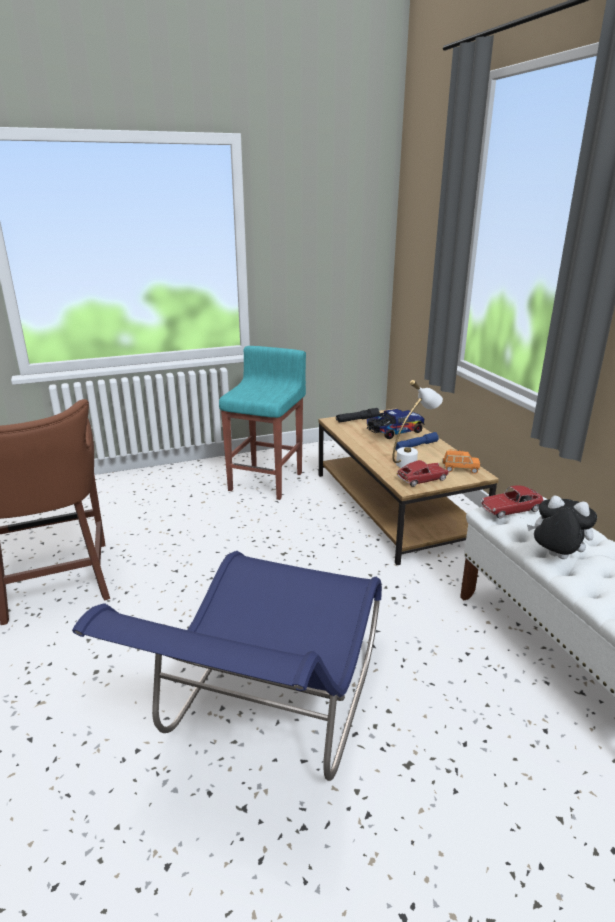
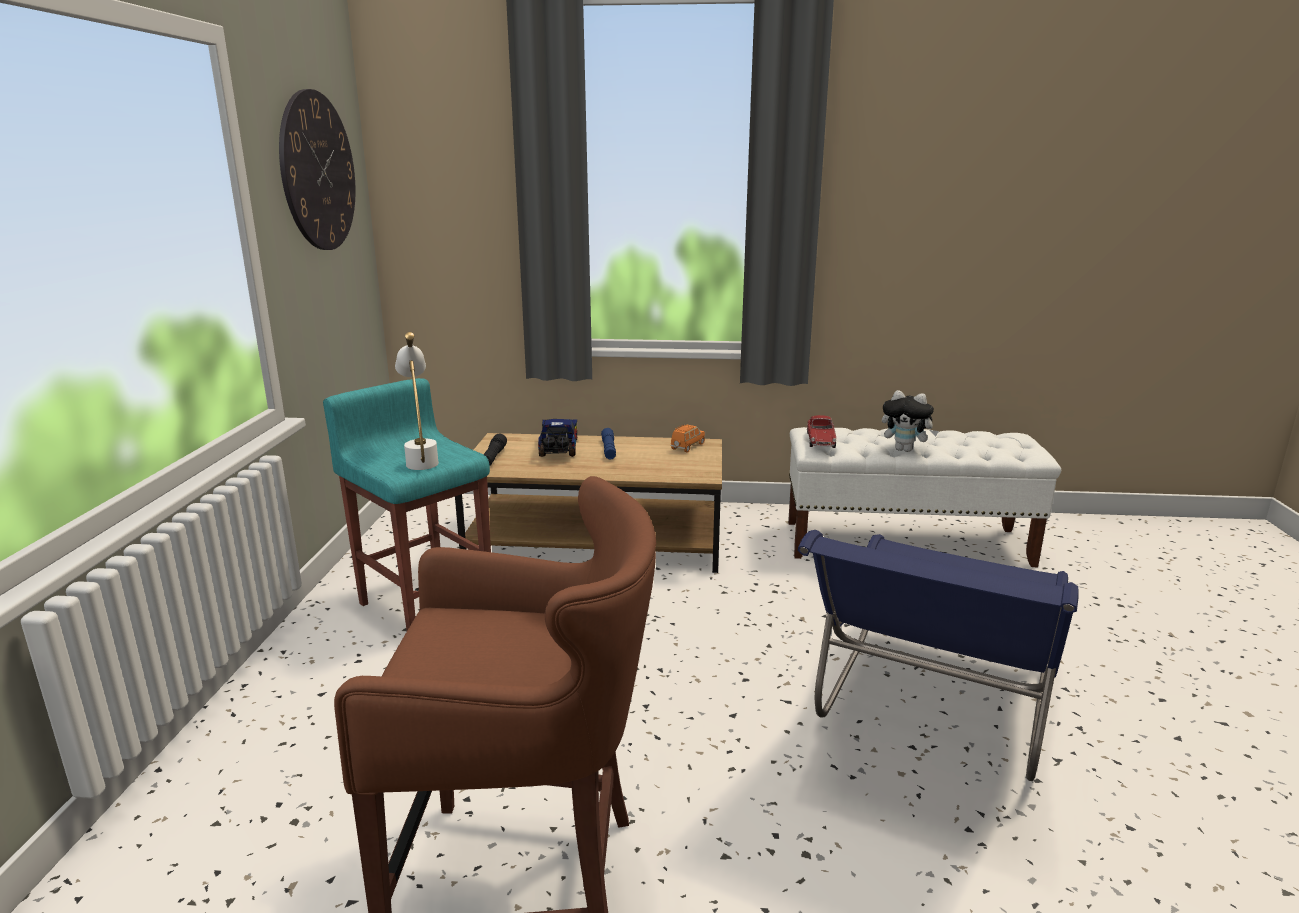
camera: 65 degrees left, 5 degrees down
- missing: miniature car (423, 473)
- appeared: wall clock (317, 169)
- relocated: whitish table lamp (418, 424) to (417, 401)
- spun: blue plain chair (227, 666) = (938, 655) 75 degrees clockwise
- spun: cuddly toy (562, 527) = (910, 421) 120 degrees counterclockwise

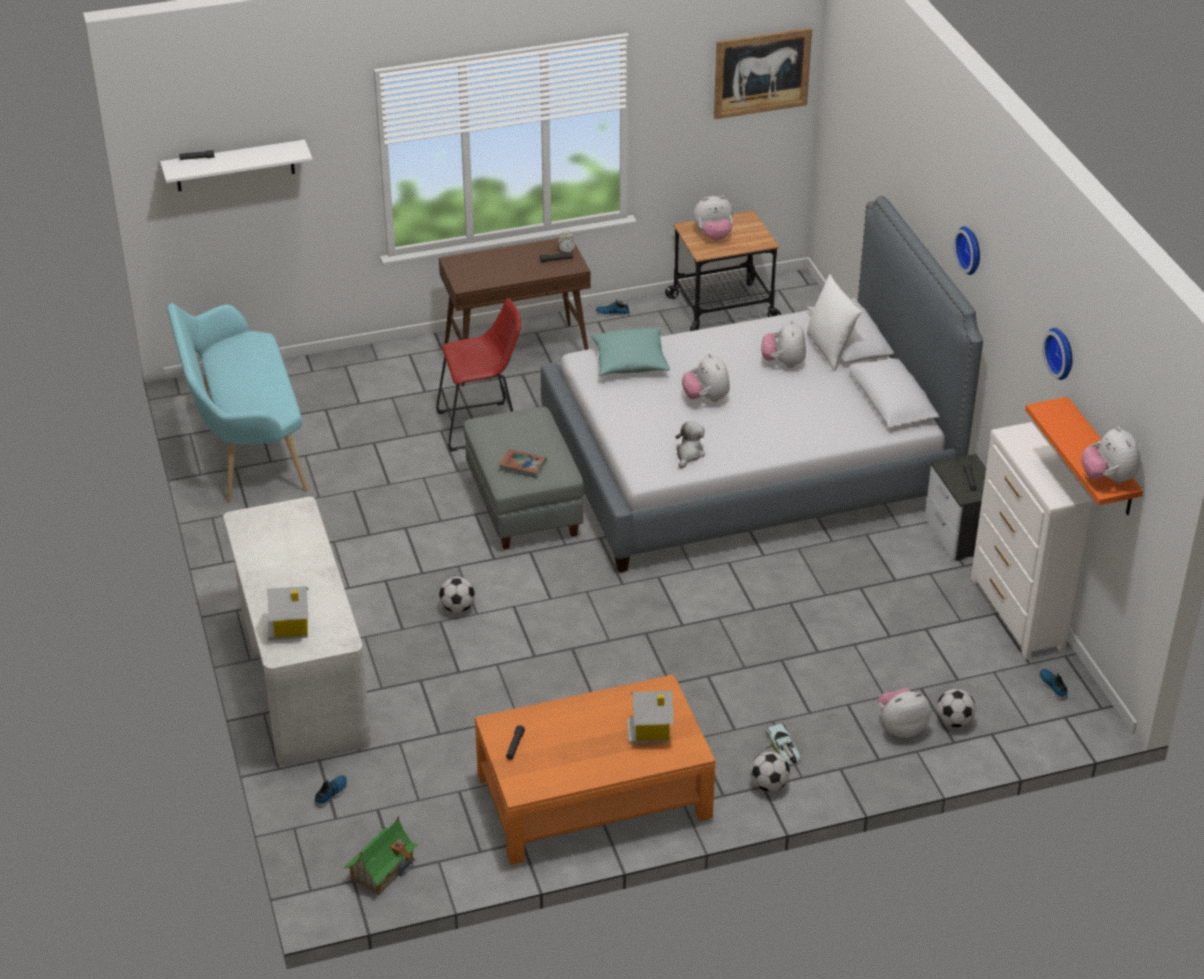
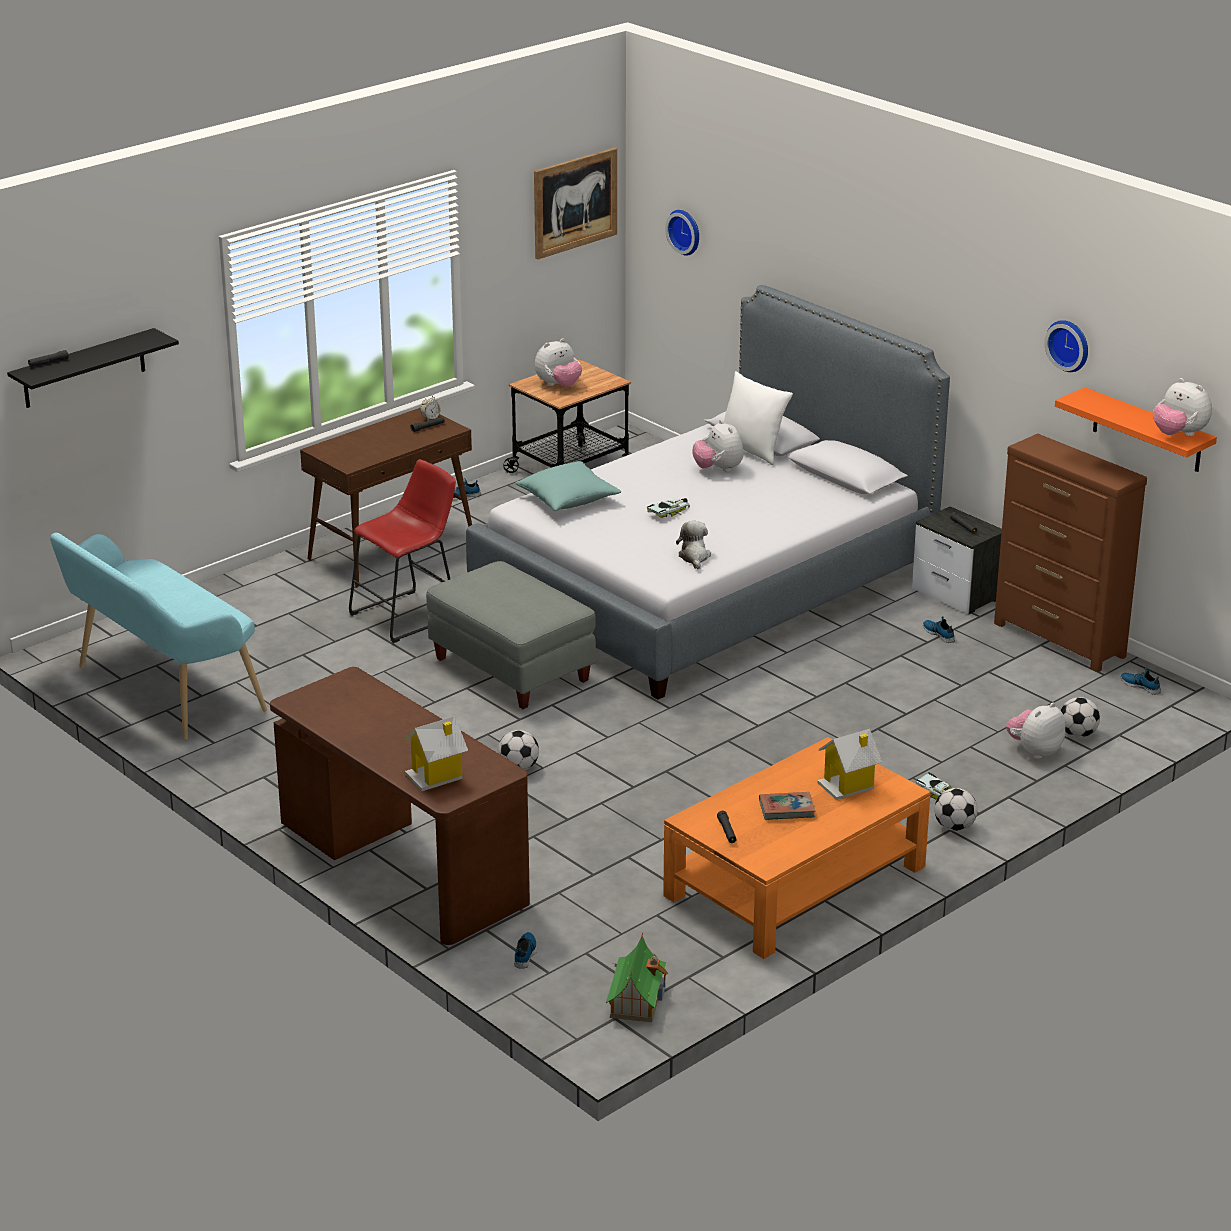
camera: 25 degrees left, 10 degrees down
- appeared: low shoe (939, 629)
- relocated: volume (523, 463) to (787, 806)
- relocated: wall clock (967, 250) to (682, 233)
- exchanged: cuddly toy (706, 377) to miniature car (668, 508)
- colour: whitish bracket shelf (236, 165) to blackish bracket shelf (93, 368)
- colour: whitish desk table (297, 631) to brown-coloured desk table (400, 806)
- colour: whitish dresser (1032, 540) to brown-coloured dresser (1070, 553)

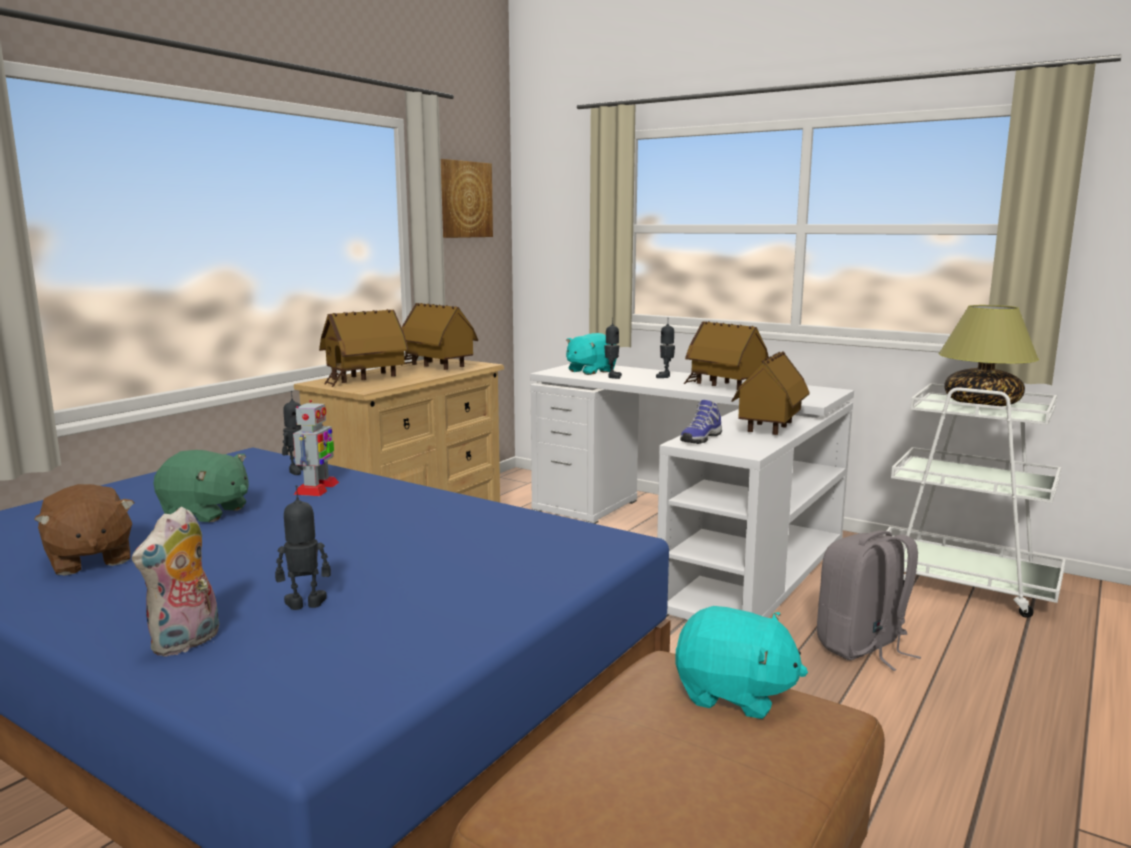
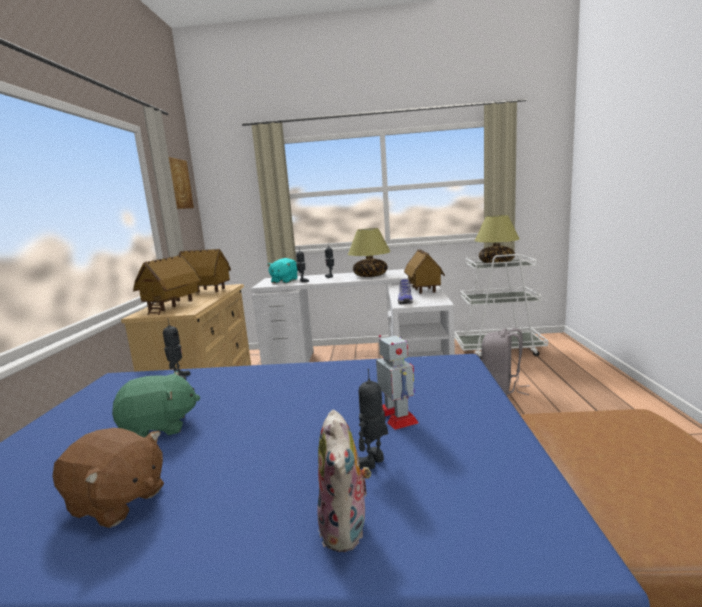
camera: 30 degrees left, 0 degrees up
- missing: blue-green cuddly toy (741, 662)
- relocated: model robot (316, 448) to (397, 382)
- exchanged: model house (726, 355) to table lamp (369, 252)

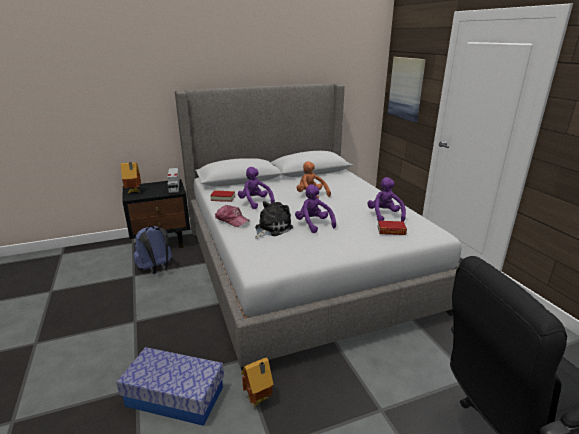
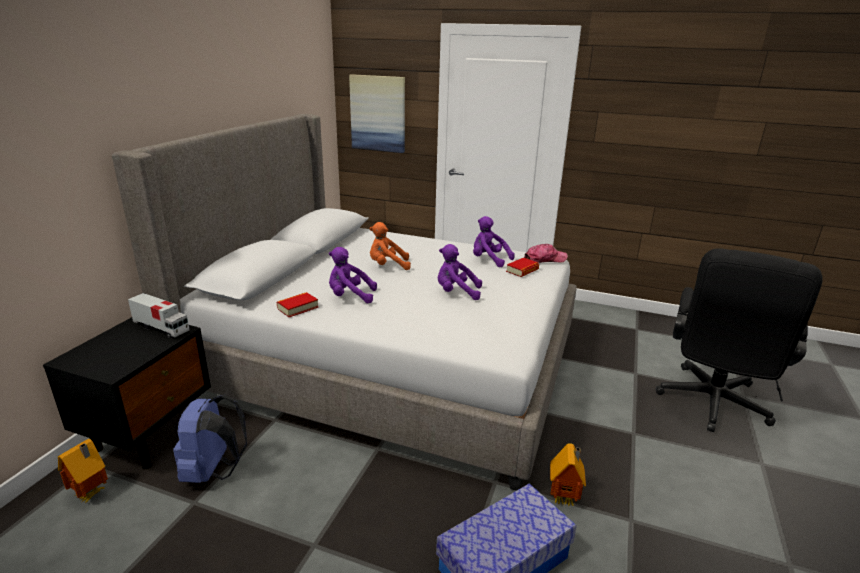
camera: 50 degrees left, 0 degrees up
- missing: cuddly toy (274, 220)
- relocated: model house (131, 177) to (83, 471)
- relocated: cap (232, 216) to (546, 253)

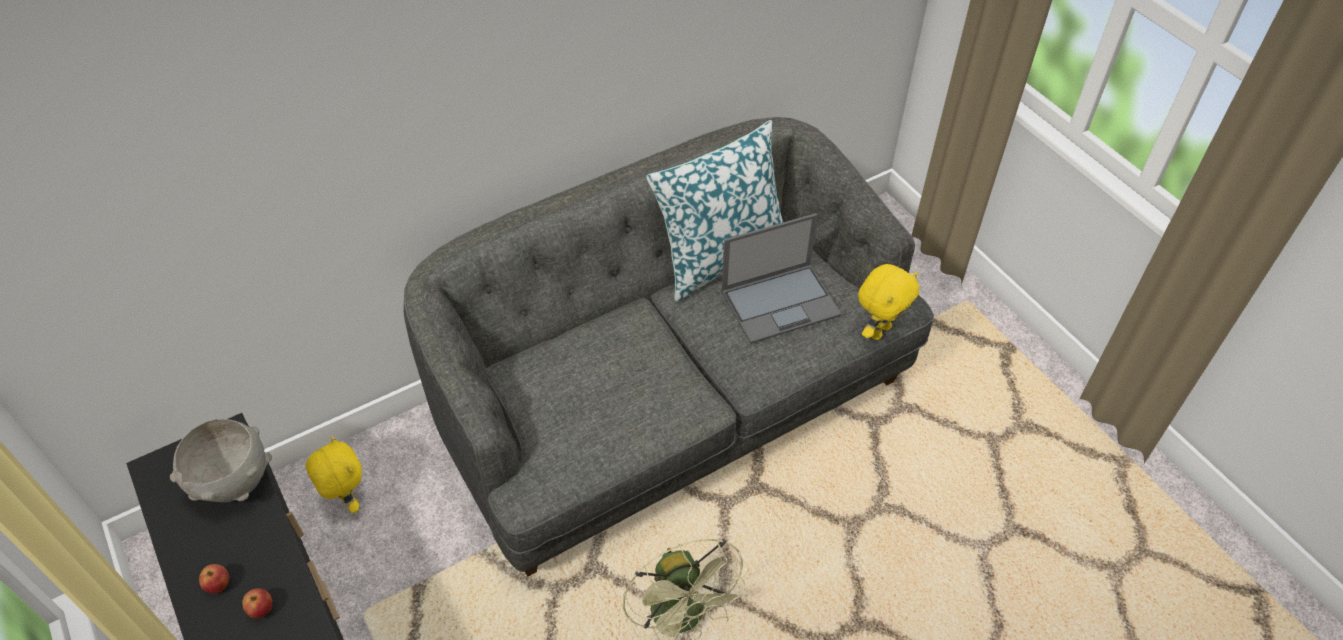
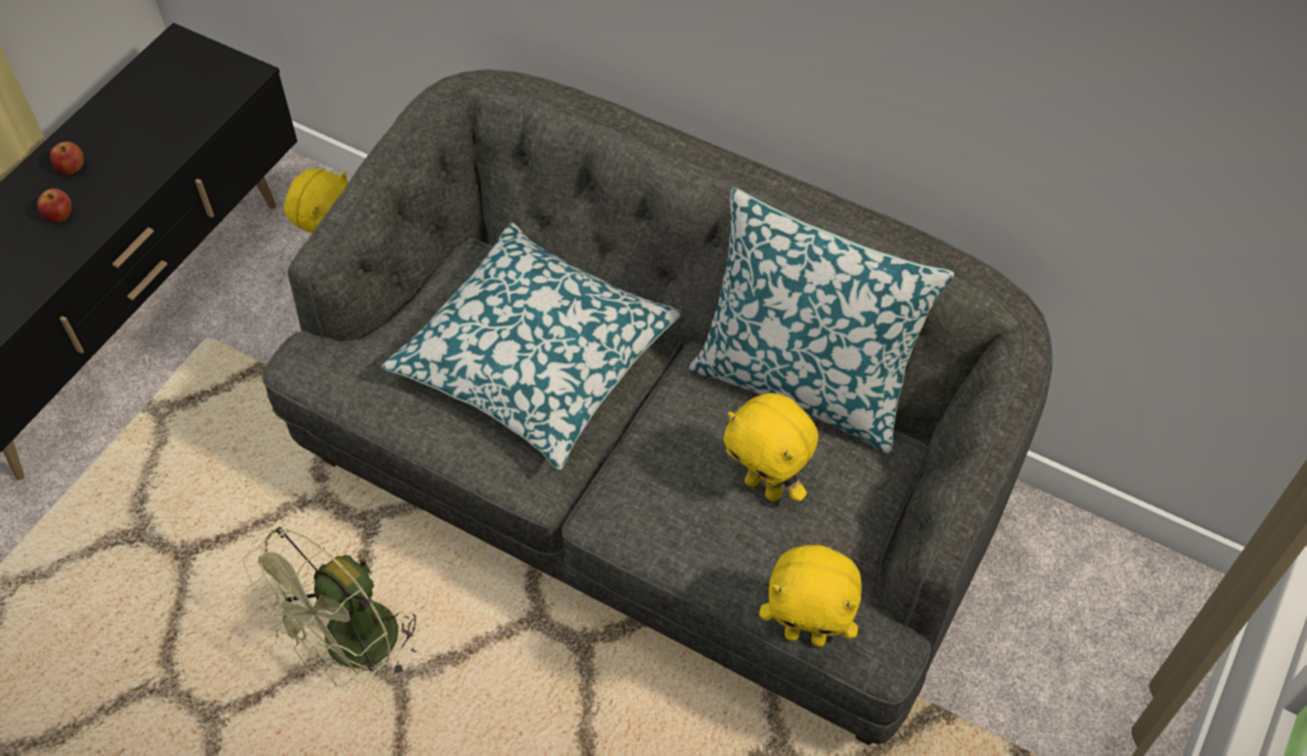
camera: 60 degrees right, 5 degrees up
- missing: greyish bowl (221, 460)
- appeared: pillow (531, 346)
- exchanged: notebook computer (781, 278) to yellowish cuddly toy (771, 447)

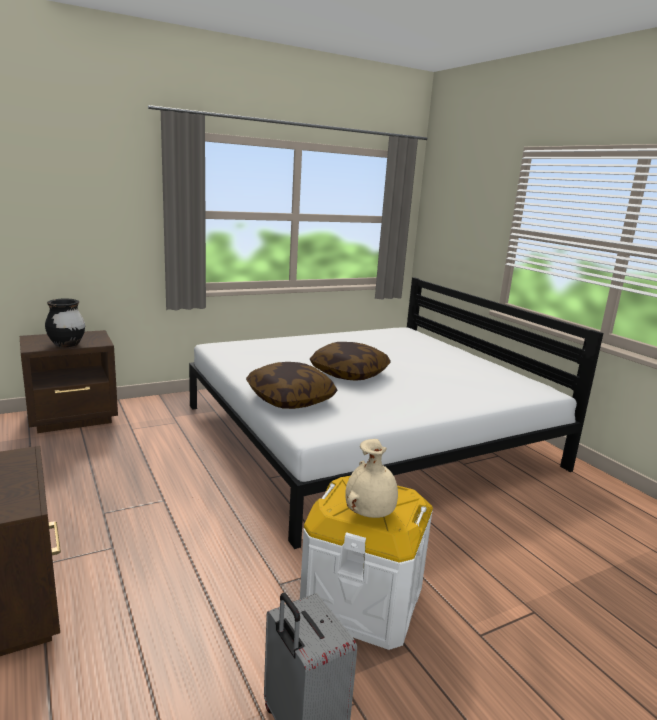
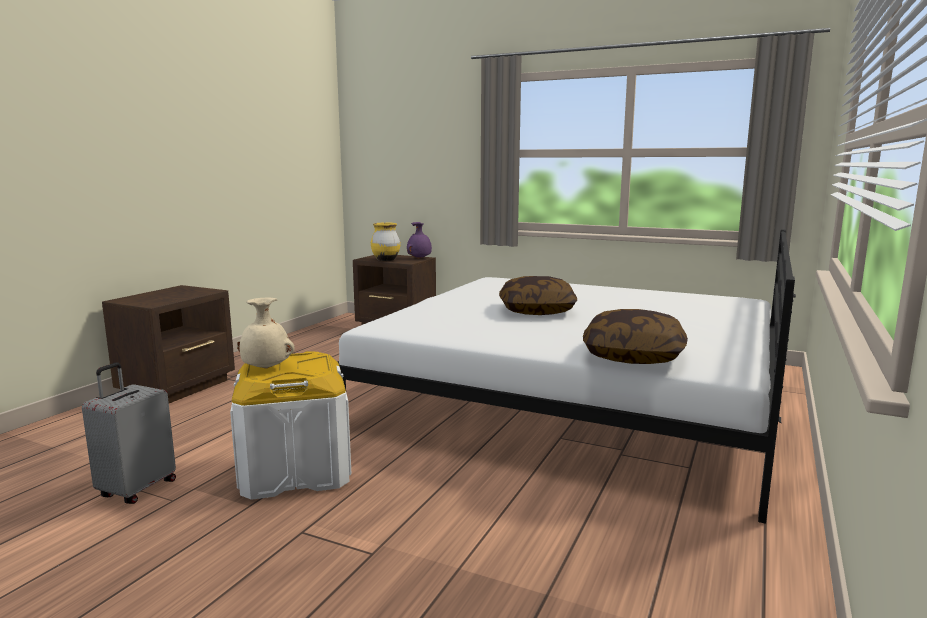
camera: 55 degrees right, 5 degrees down
- appeared: purple flower vase (419, 240)
- relocated: pillow (292, 385) to (635, 336)
- colour: blackish flower vase (65, 323) to yellowish flower vase (385, 241)

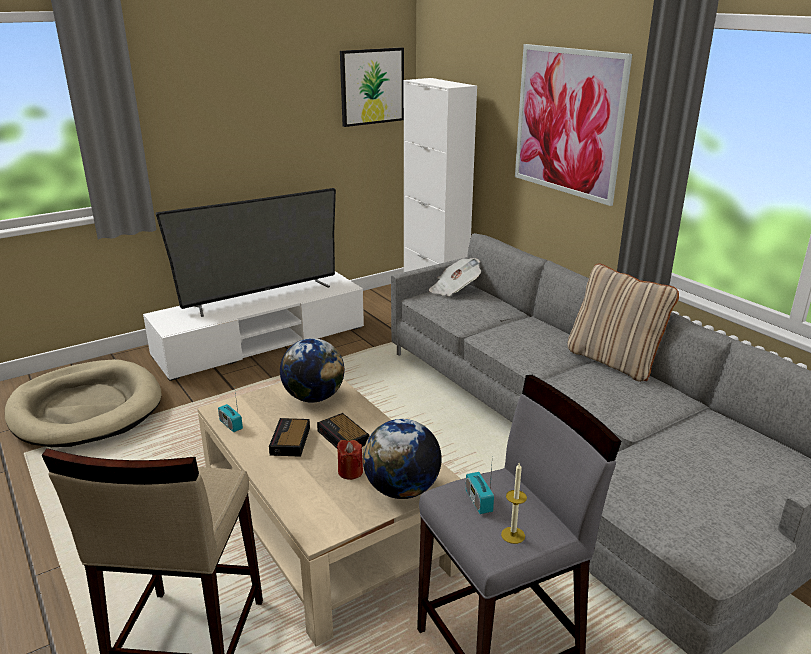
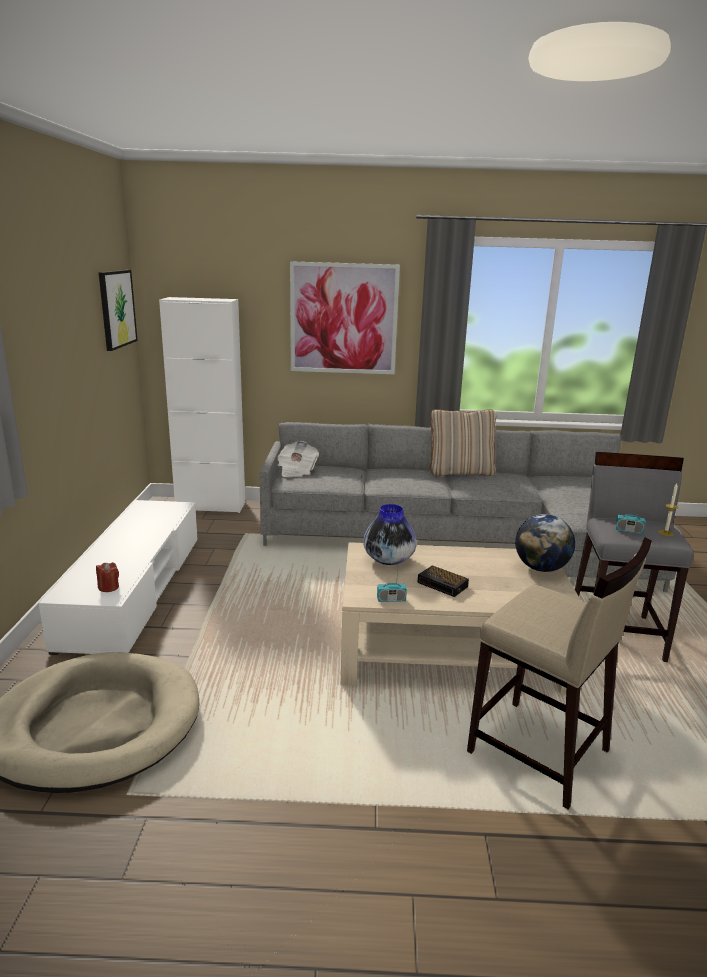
camera: 55 degrees left, 5 degrees down
- missing: TV set (245, 252)
- missing: bedside clock (343, 430)
- relocated: reddish wax light (350, 460) to (107, 577)
- exchanged: globe (312, 370) to flower vase (390, 534)

